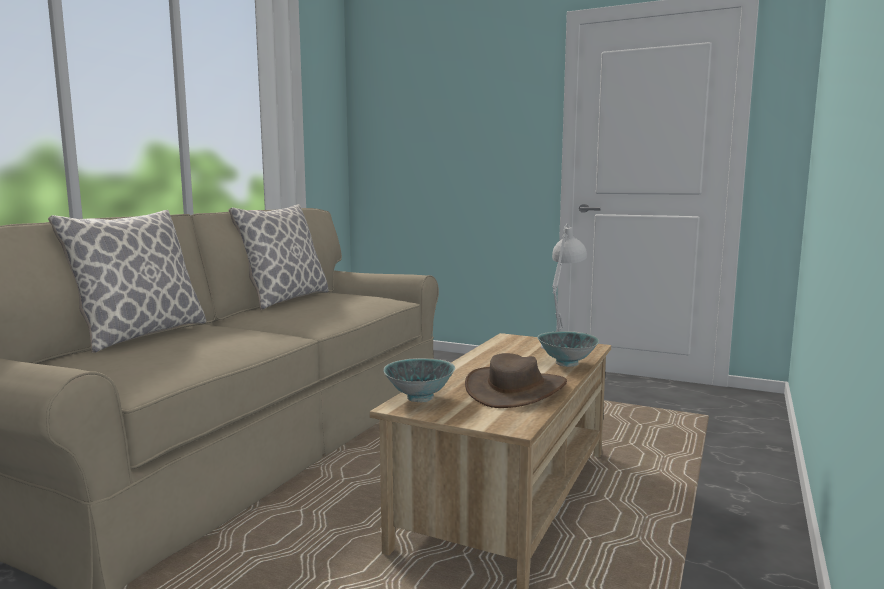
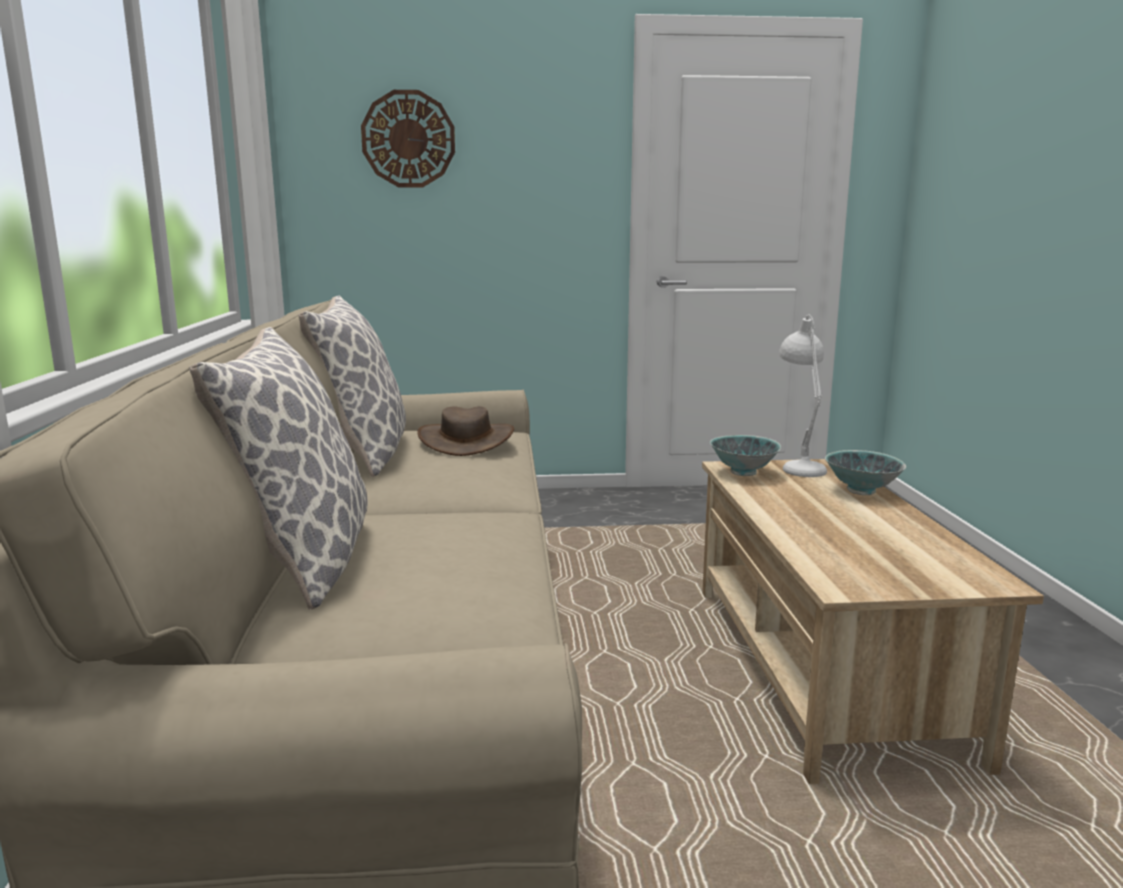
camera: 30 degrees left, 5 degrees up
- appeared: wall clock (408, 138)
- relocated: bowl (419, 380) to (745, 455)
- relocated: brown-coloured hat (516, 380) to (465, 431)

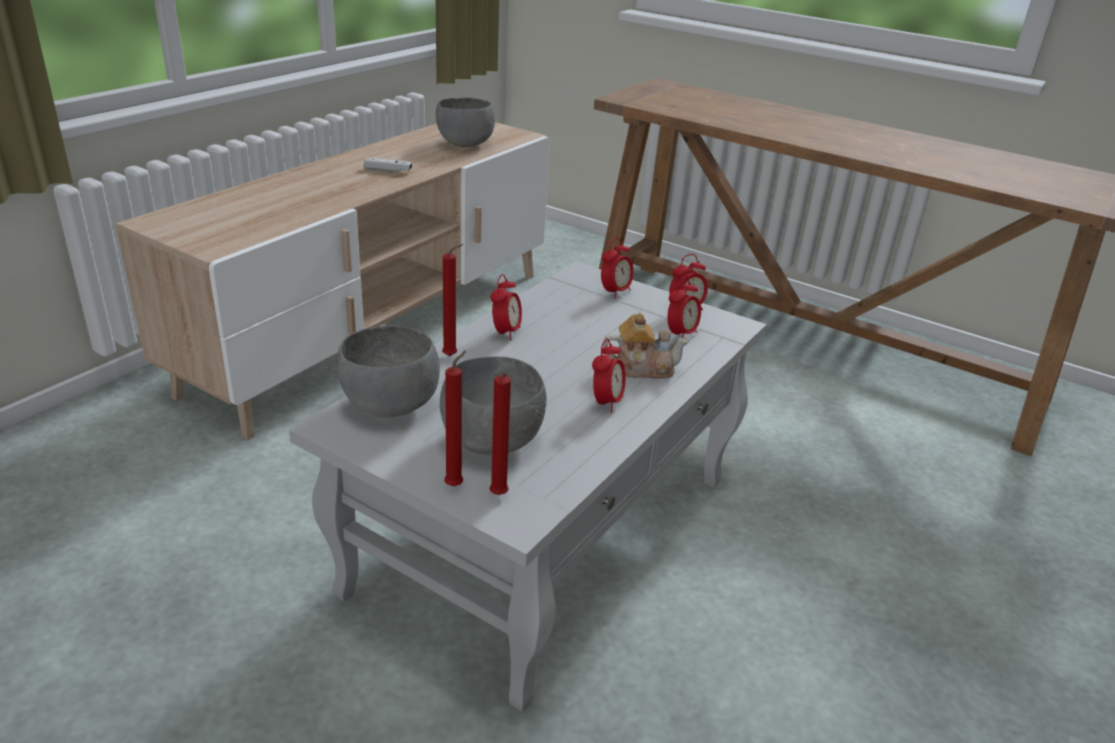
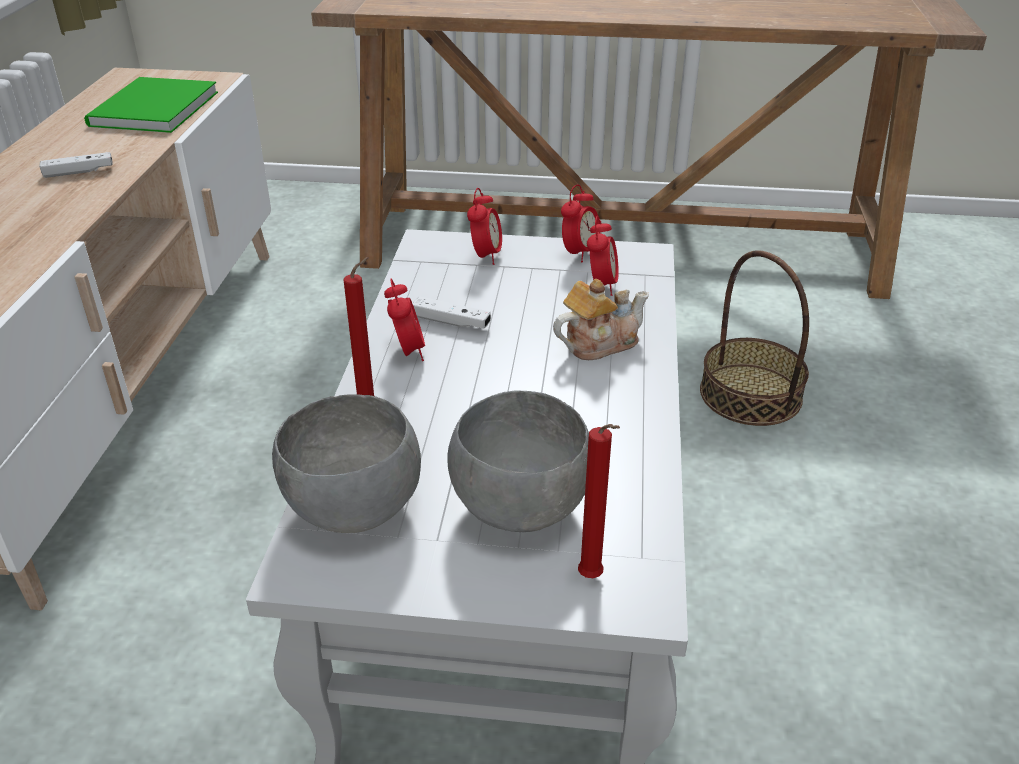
camera: 25 degrees left, 5 degrees up
- missing: reddish wax light (455, 418)
- missing: bedside clock (609, 376)
- appeared: whitish gamepad (451, 312)
- appeared: basket (754, 338)
- exchanged: greyish bowl (465, 122) to greenish volume (151, 105)

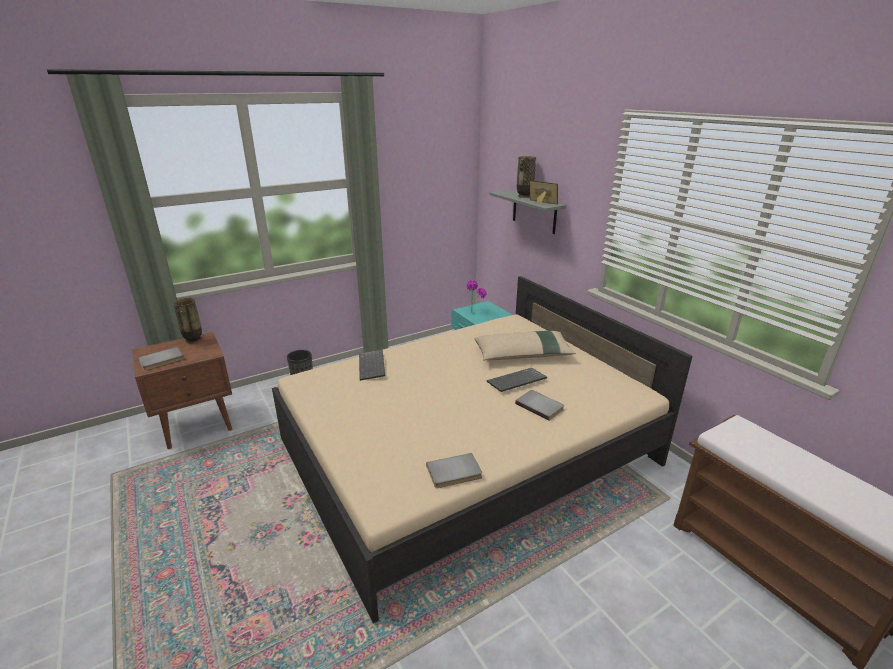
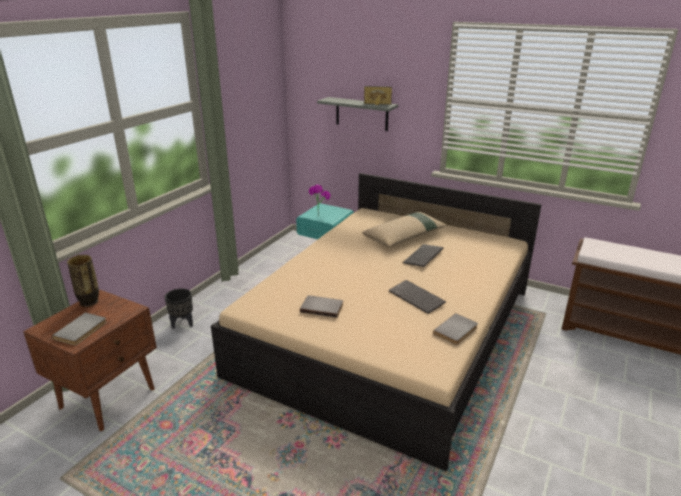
camera: 30 degrees left, 0 degrees up
- missing: flower vase (526, 177)
- relocated: PC keyboard (372, 365) to (417, 297)
- relocated: greyish volume (539, 405) to (321, 306)

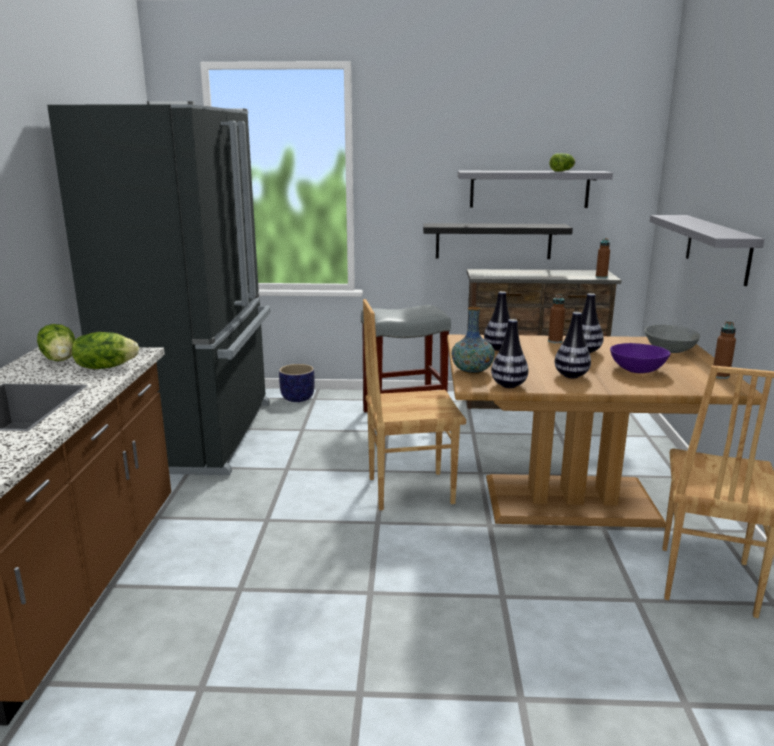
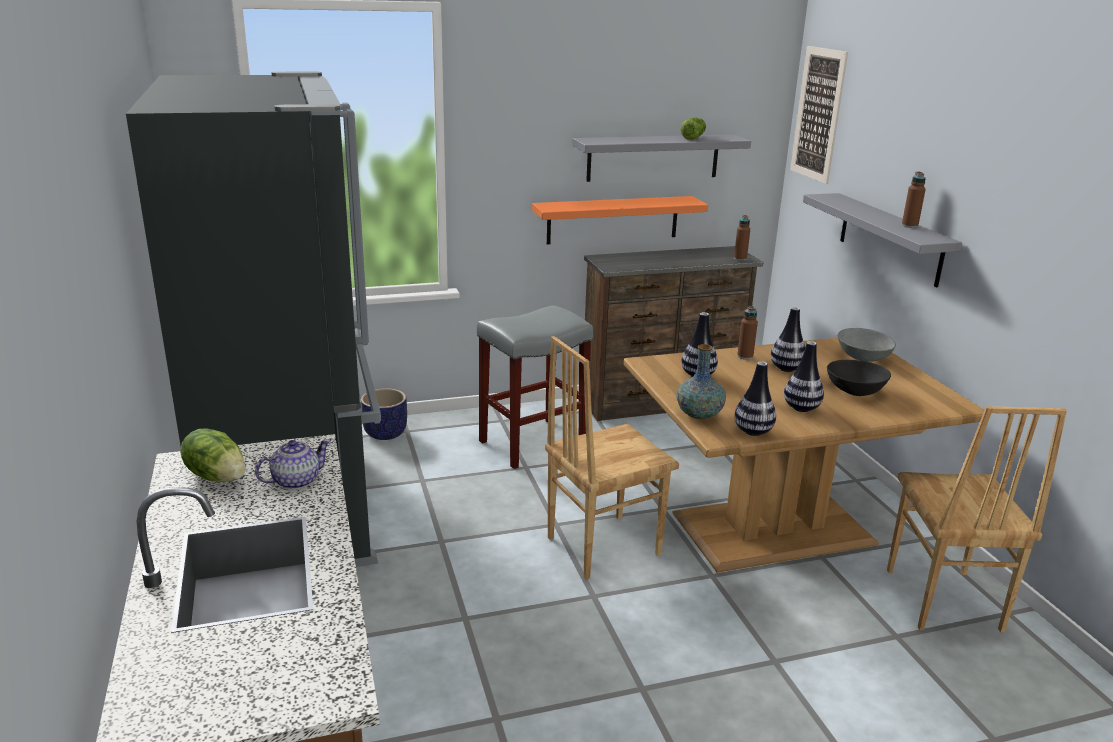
camera: 20 degrees left, 5 degrees up
- appeared: wall art (819, 115)
- relocated: brown-coloured beverage bottle (724, 350) to (914, 199)
- exchanged: lettuce (105, 350) to tea pot (293, 464)
- colour: blackish bracket shelf (498, 241) to orange-coloured bracket shelf (620, 220)
- colour: purple bowl (640, 358) to blackish bowl (859, 378)

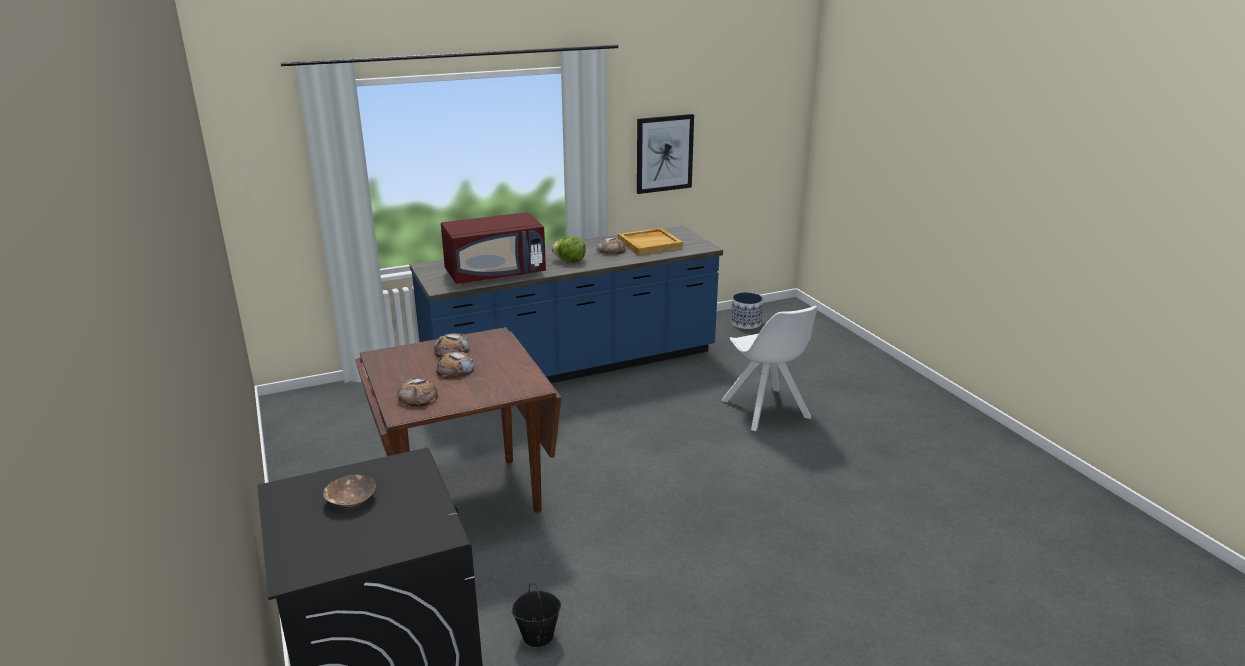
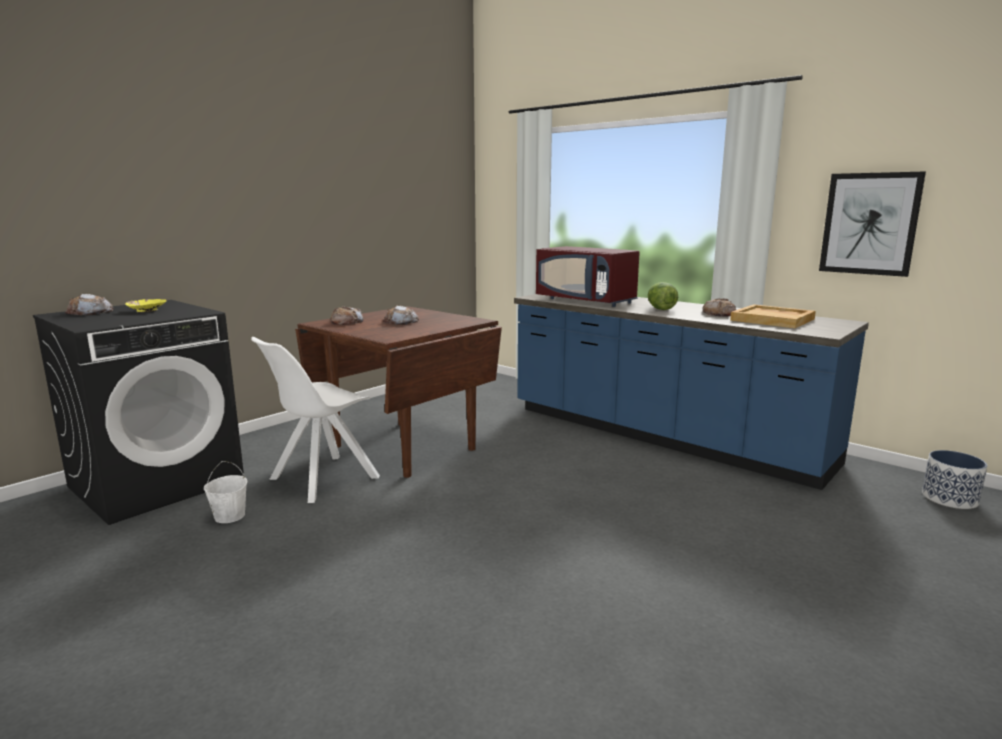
camera: 65 degrees right, 10 degrees down
- relocated: bread (451, 345) to (89, 304)
- relocated: whitish plain chair (769, 368) to (315, 420)
- colour: brown-coloured bowl (349, 491) to yellowish bowl (146, 306)
- colour: blackish water bucket (536, 615) to whitish water bucket (225, 492)

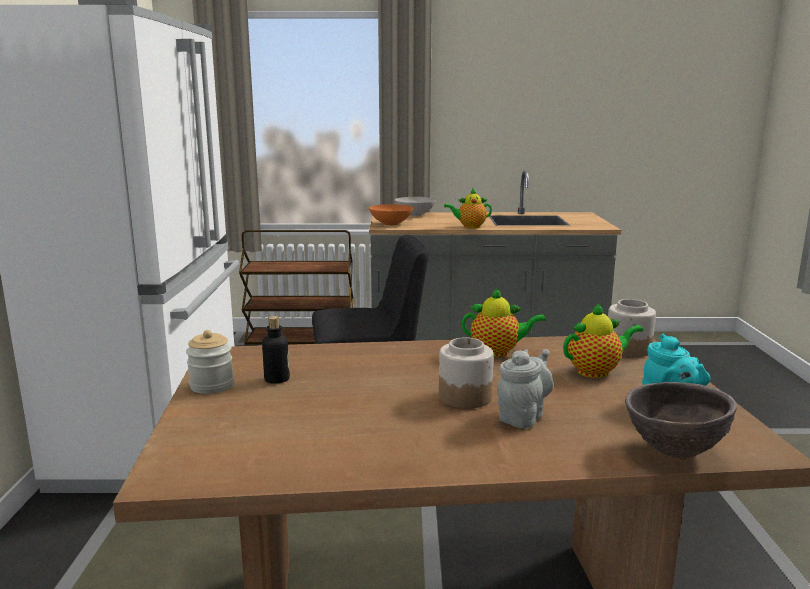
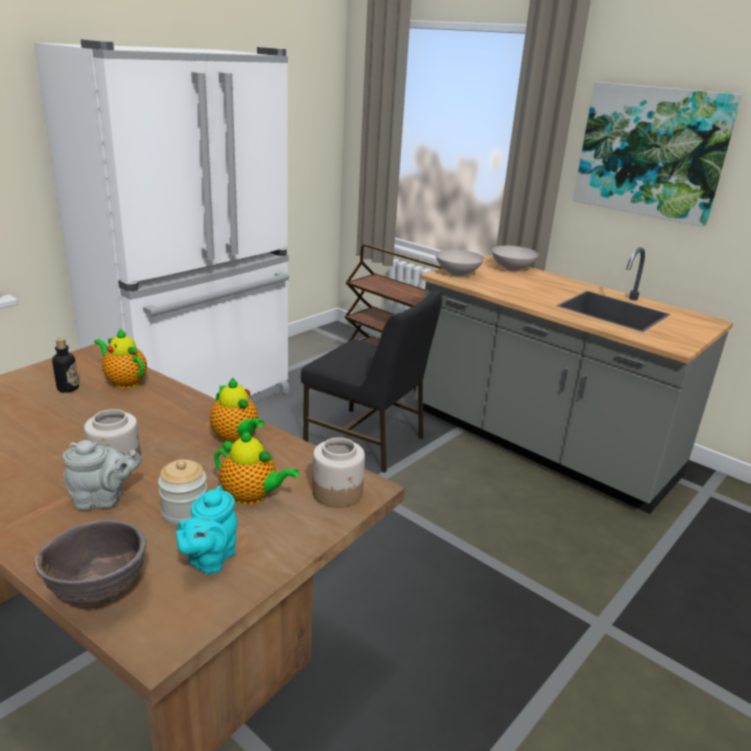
camera: 40 degrees right, 10 degrees up
- appeared: wall art (657, 154)
- relocated: preserve jar (210, 362) to (182, 493)
- relocated: tea pot (468, 208) to (120, 358)
- colour: orange-coloured bowl (391, 215) to whitish bowl (460, 262)

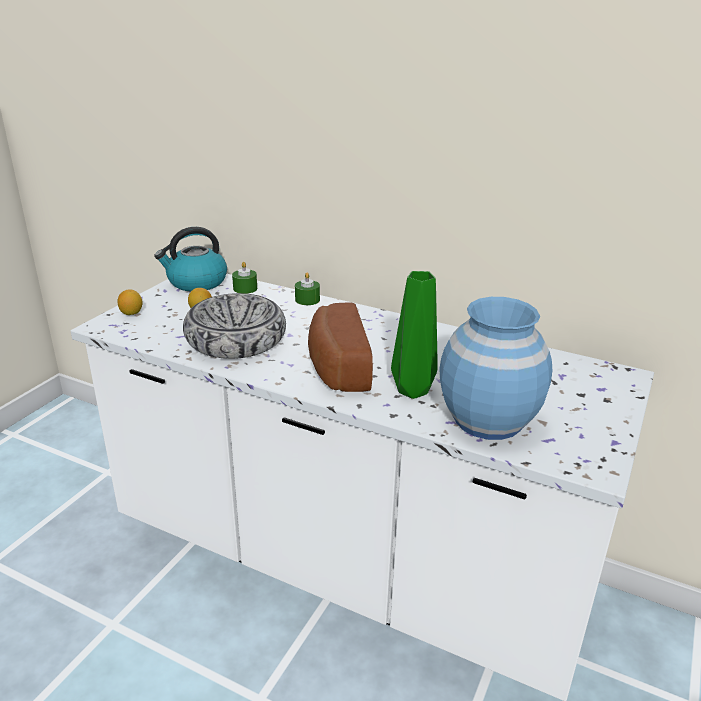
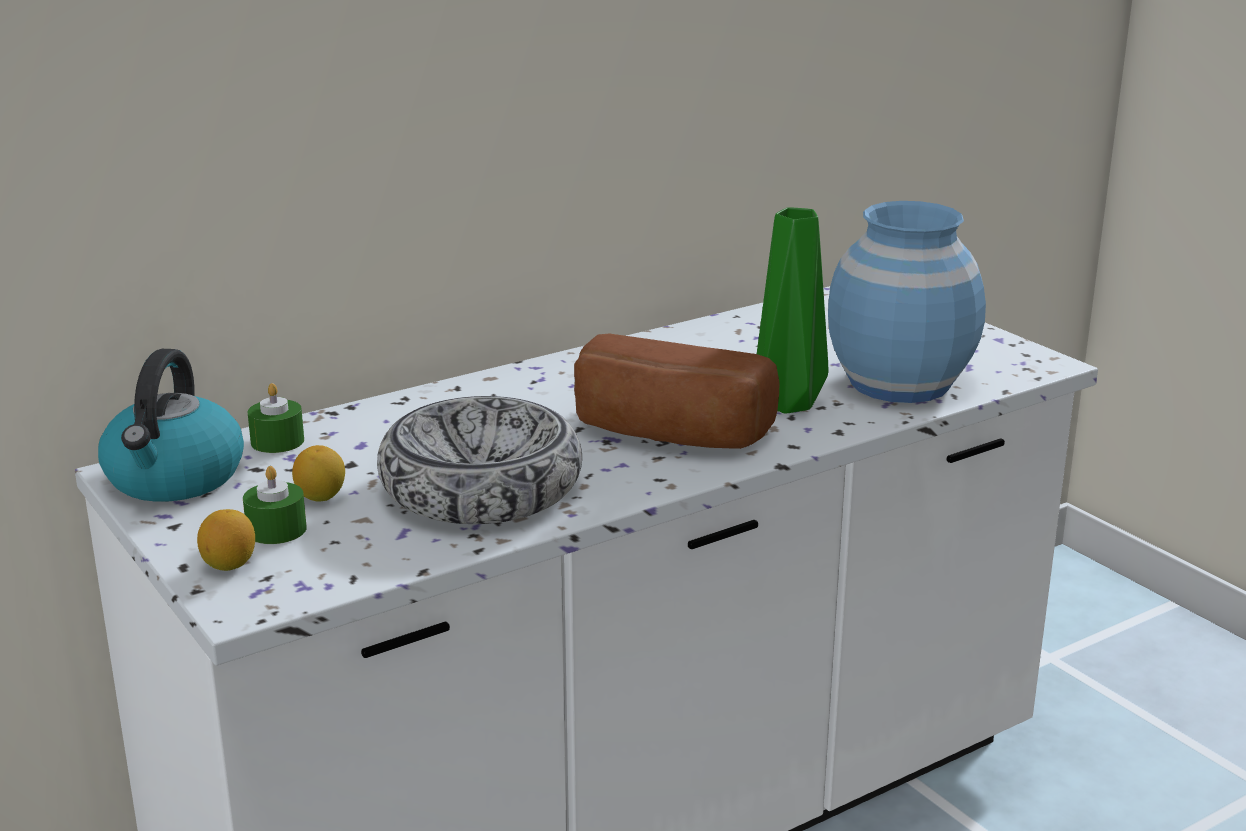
camera: 60 degrees left, 5 degrees down
- relocated: greenish wax light (307, 288) to (275, 505)

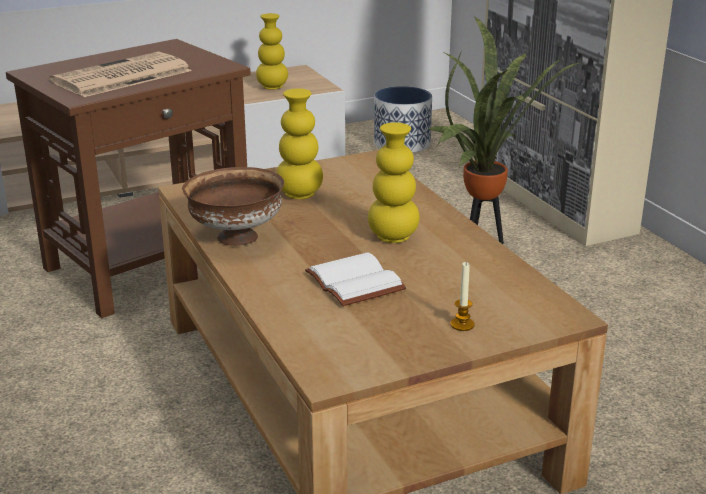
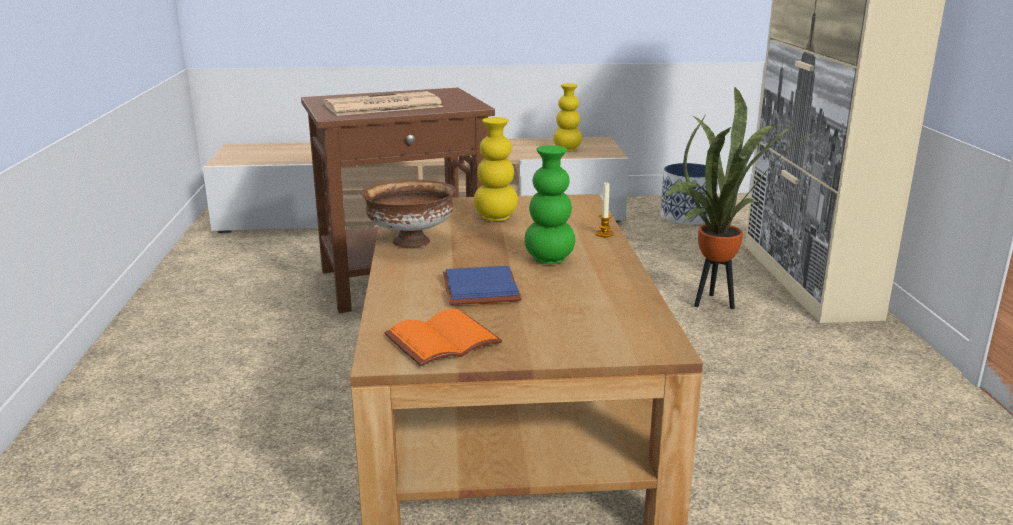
camera: 20 degrees right, 5 degrees down
- appeared: orange-coloured volume (443, 337)
- relocated: wax light (462, 296) to (604, 209)
- colour: whitish volume (355, 279) to blue volume (482, 285)
- colour: yellowish flower vase (394, 182) to greenish flower vase (549, 204)

